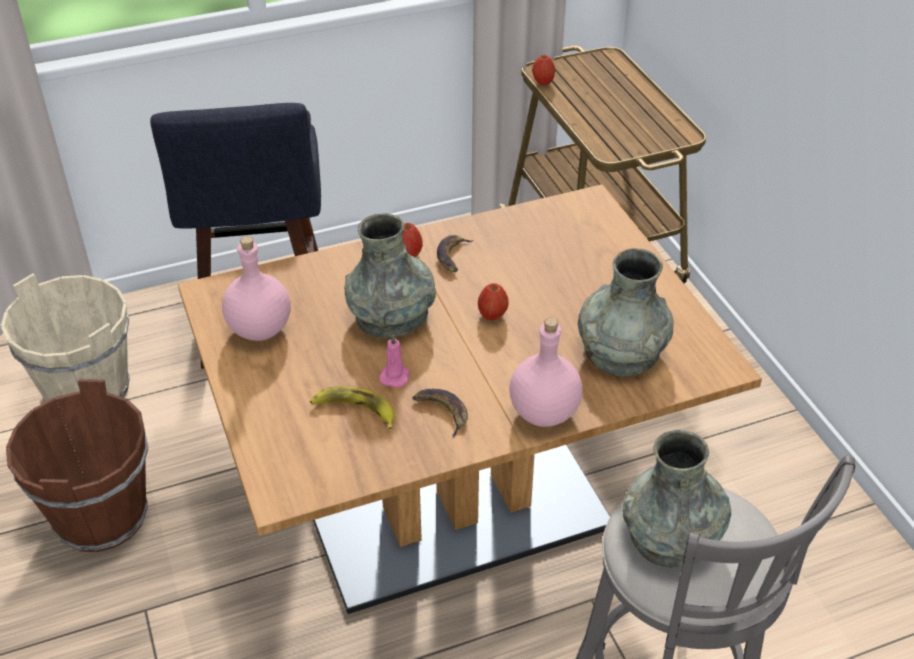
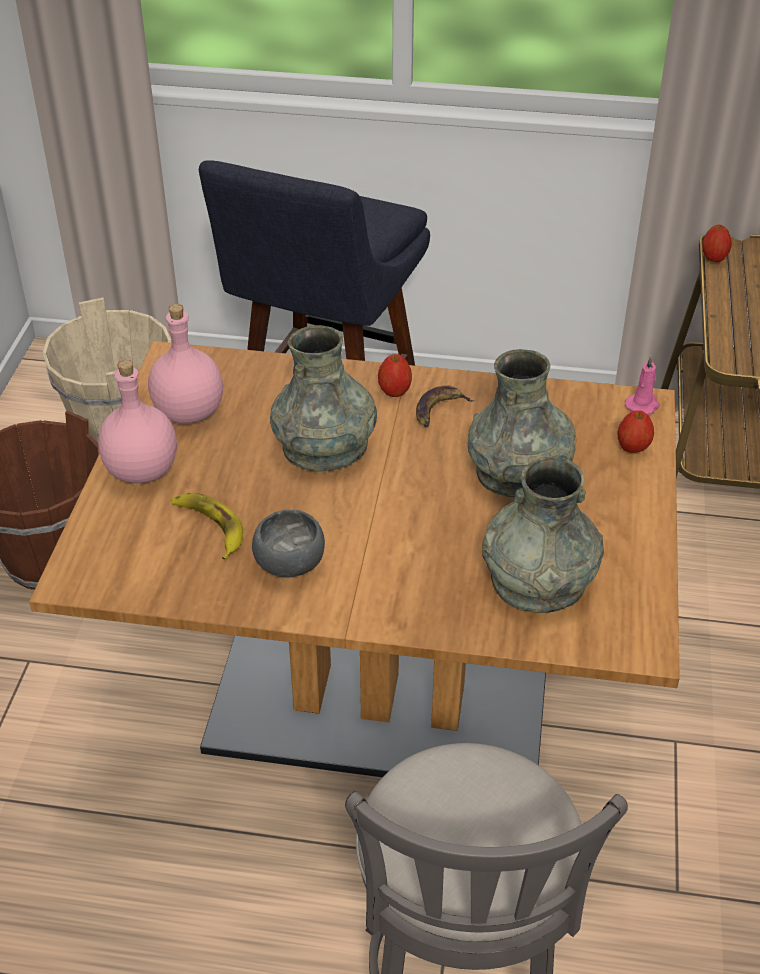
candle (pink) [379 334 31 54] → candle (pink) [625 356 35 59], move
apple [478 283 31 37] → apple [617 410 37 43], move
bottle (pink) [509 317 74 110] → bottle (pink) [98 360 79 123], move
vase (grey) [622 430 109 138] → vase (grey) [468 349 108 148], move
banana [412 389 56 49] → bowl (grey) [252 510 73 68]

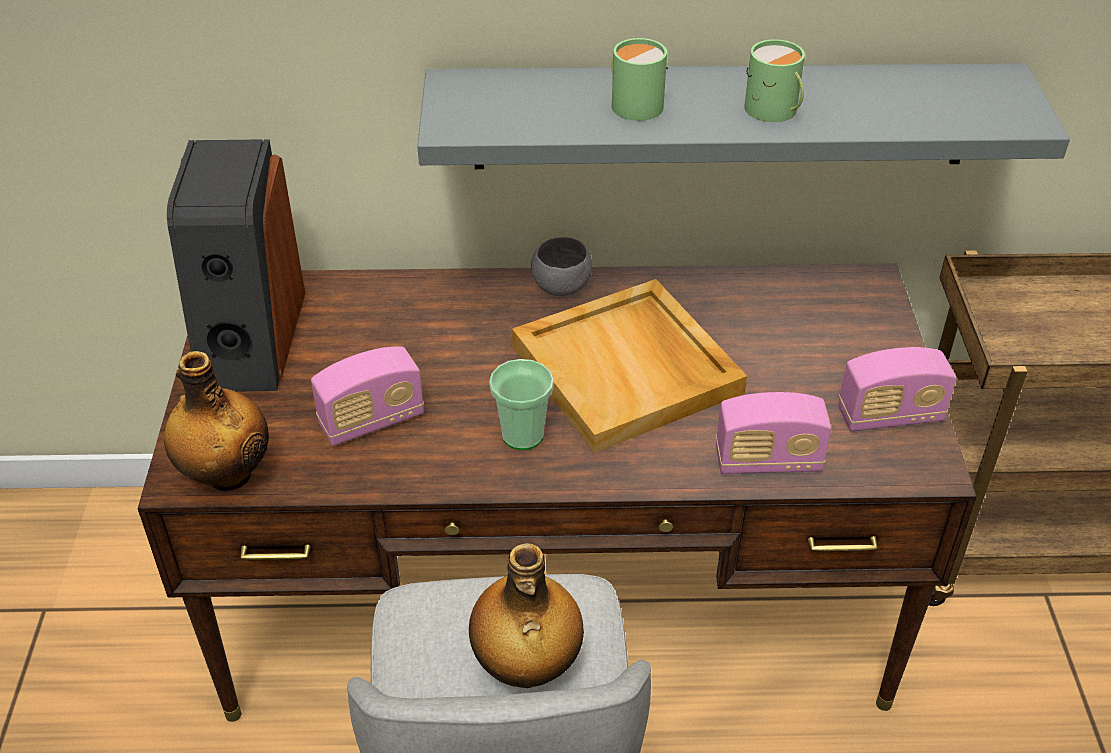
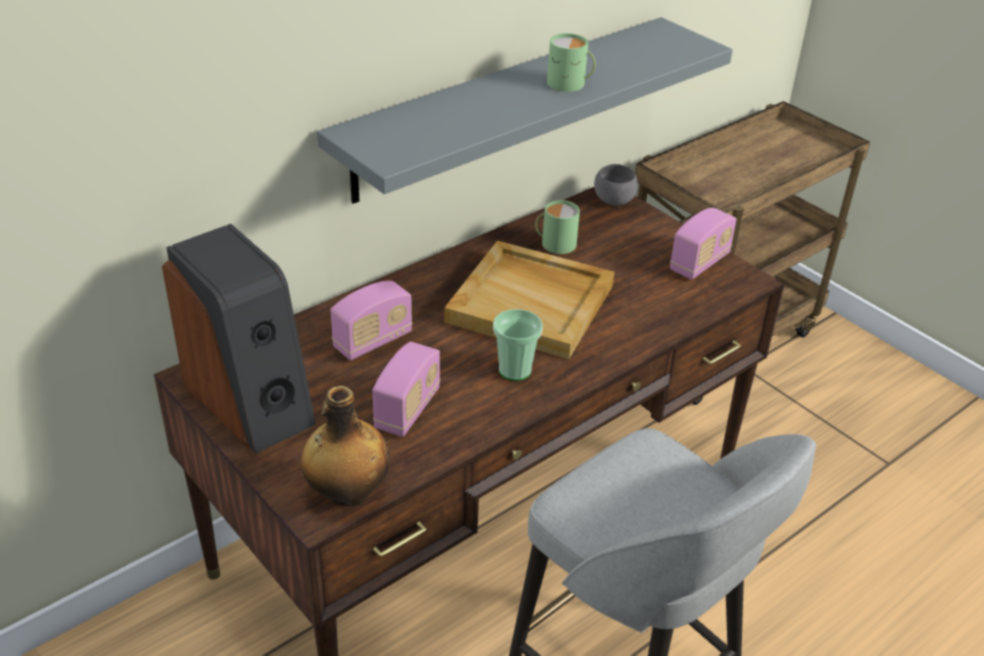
bottle [469 543 115 145] → -
bowl (grey) [531 237 61 59] → bowl (grey) [594 164 44 42], move
mug (green) [612 38 56 83] → mug (green) [535 200 45 54], move
radio [716 392 115 82] → radio [331 281 81 79], move

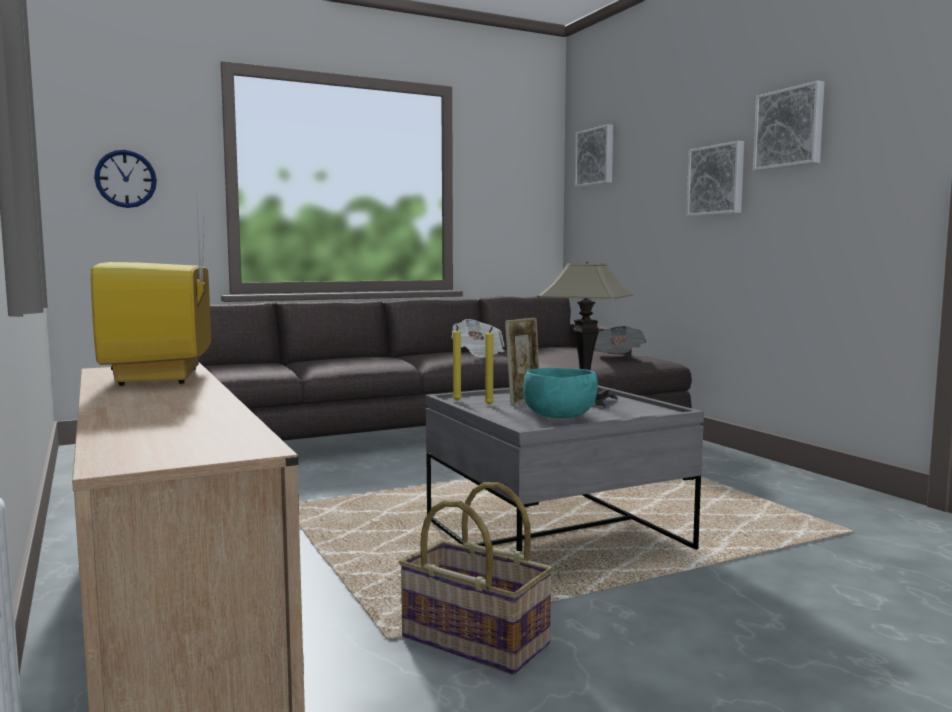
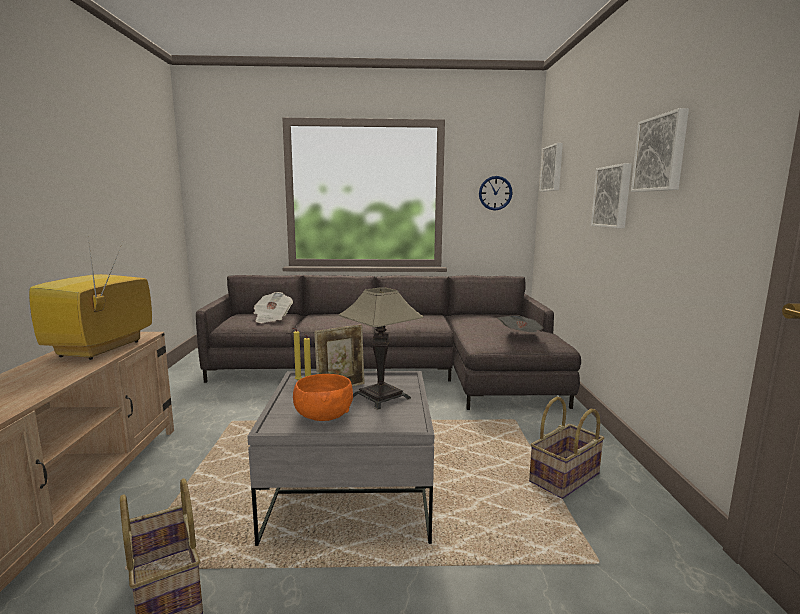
- → basket [529 397 75 102]
wall clock [94 150 63 58] → wall clock [479 176 34 34], move
newspaper [451 319 54 38] → newspaper [253 292 40 31], move
bowl (turquoise) [523 368 75 50] → bowl (orange) [293 374 60 47]

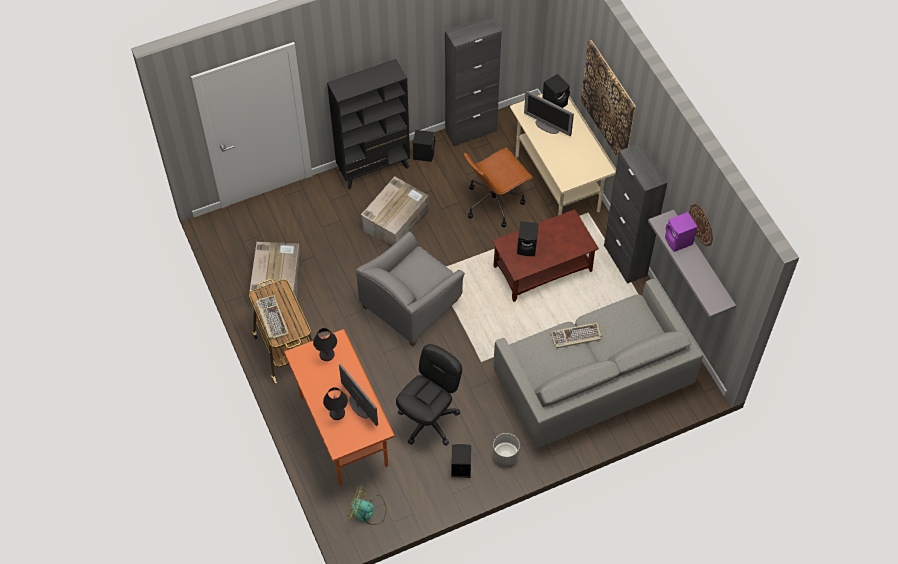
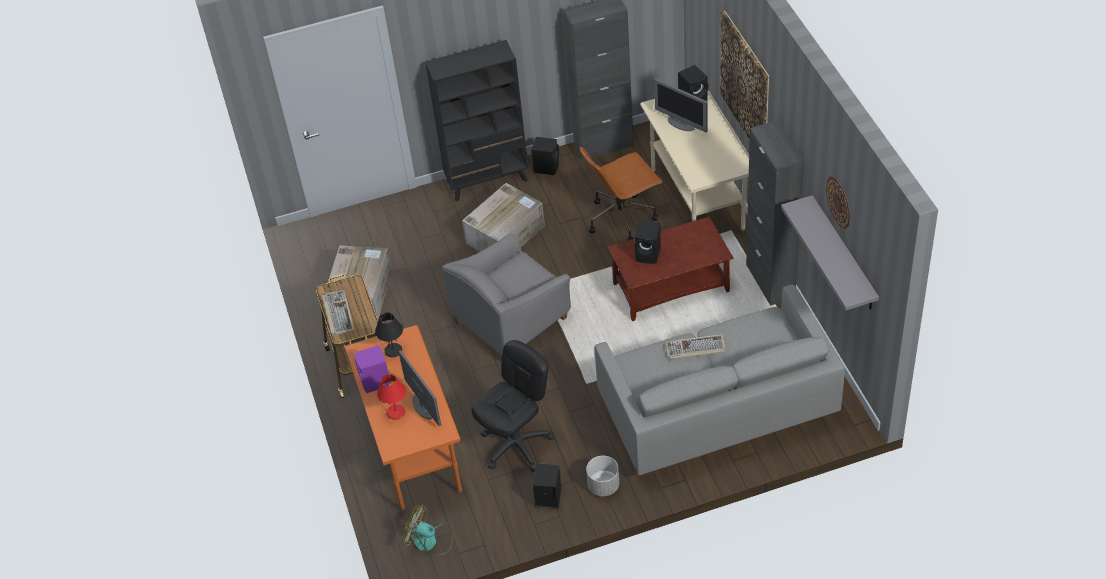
speaker (purple) [665 212 33 40] → speaker (purple) [355 345 36 48], move
table lamp (black) [323 387 25 33] → table lamp (red) [377 374 29 46]

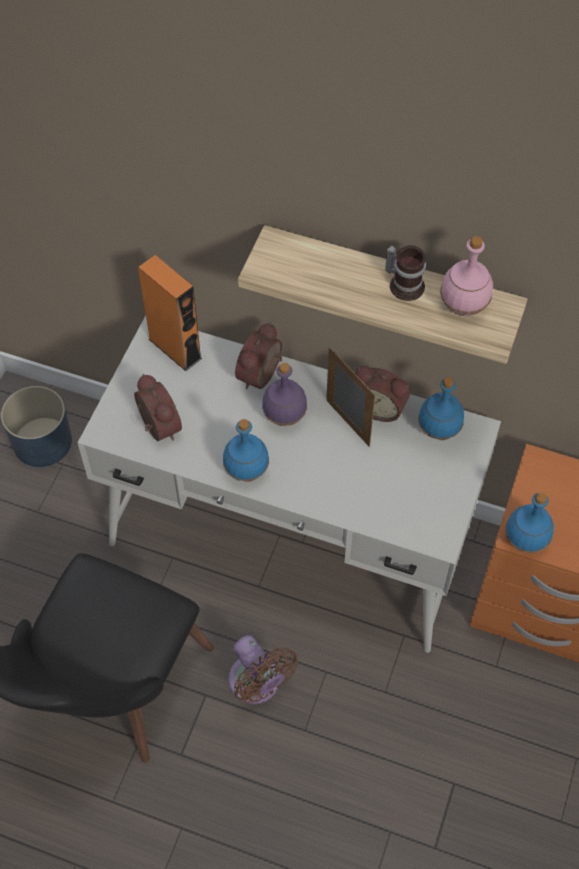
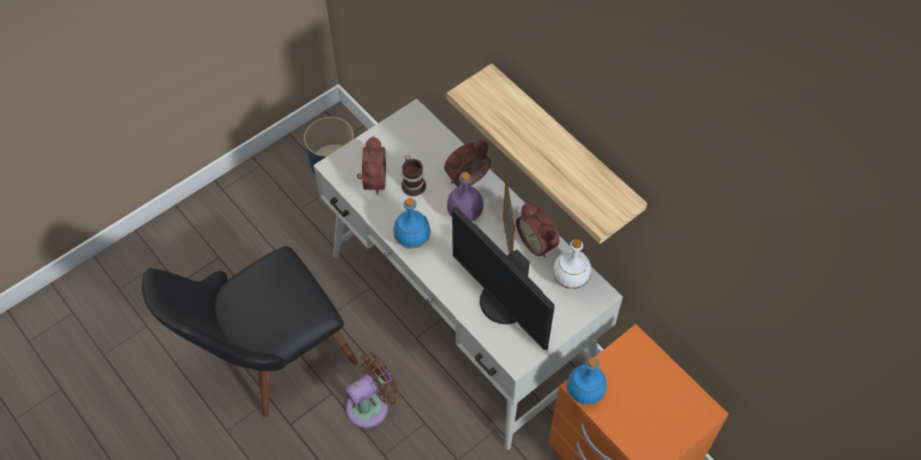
speaker (orange) [138 255 64 116] → -
bottle (pink) [440 236 53 80] → -
- → monitor [452 207 103 143]
mug [385 245 41 56] → mug [401 155 25 41], move
bottle (blue) [418 377 46 63] → bottle (white) [553 239 38 50]
fan (brown) [229 635 69 69] → fan (brown) [346 352 54 76], 120 degrees counterclockwise

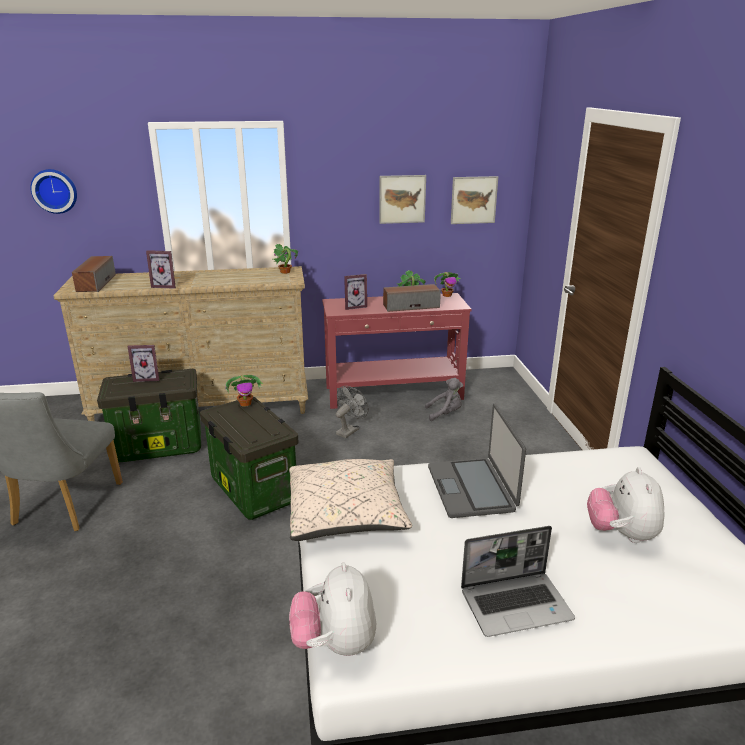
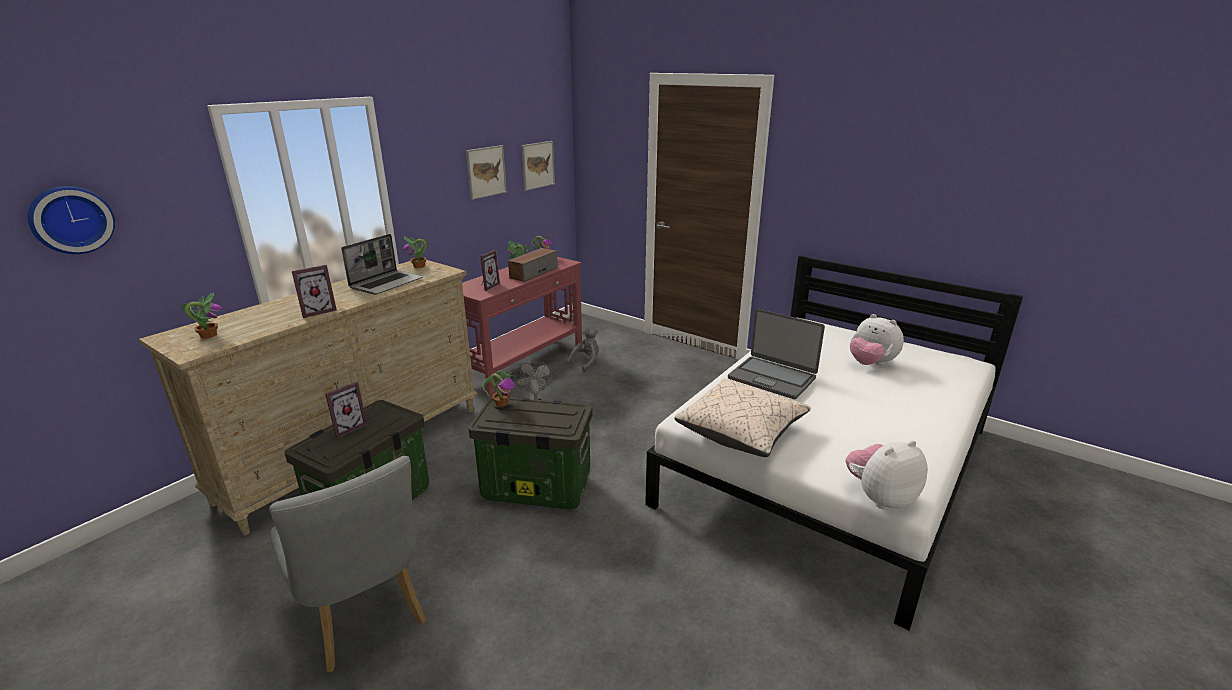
laptop [461 526 114 111] → laptop [341 234 82 61], move
speaker [72 256 44 36] → potted plant [181 293 41 46]
plush toy [289 562 87 94] → plush toy [846 440 82 69], 120 degrees clockwise

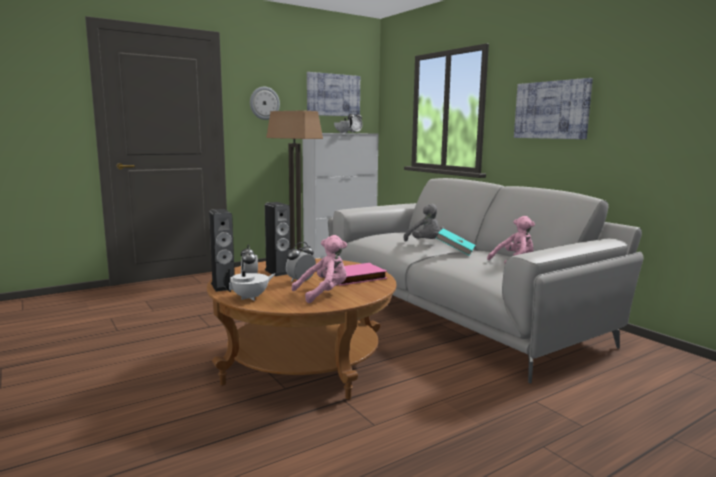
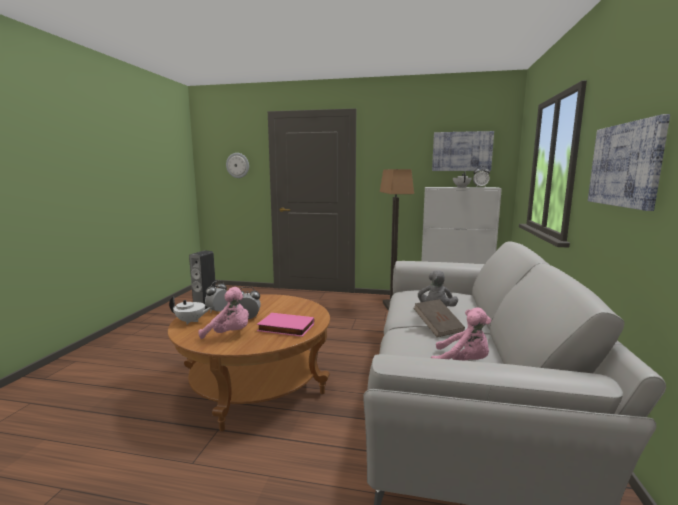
speaker [265 202 26 74] → -
wall clock [250 87 30 33] → wall clock [226 153 23 25], move
book (turquoise) [436 228 39 28] → book (brown) [413 299 52 38]

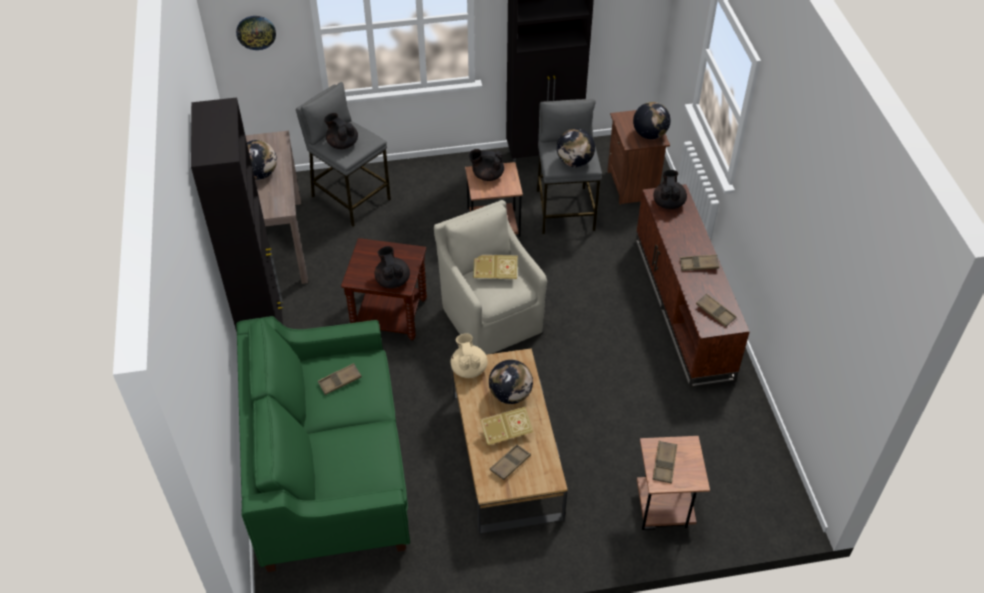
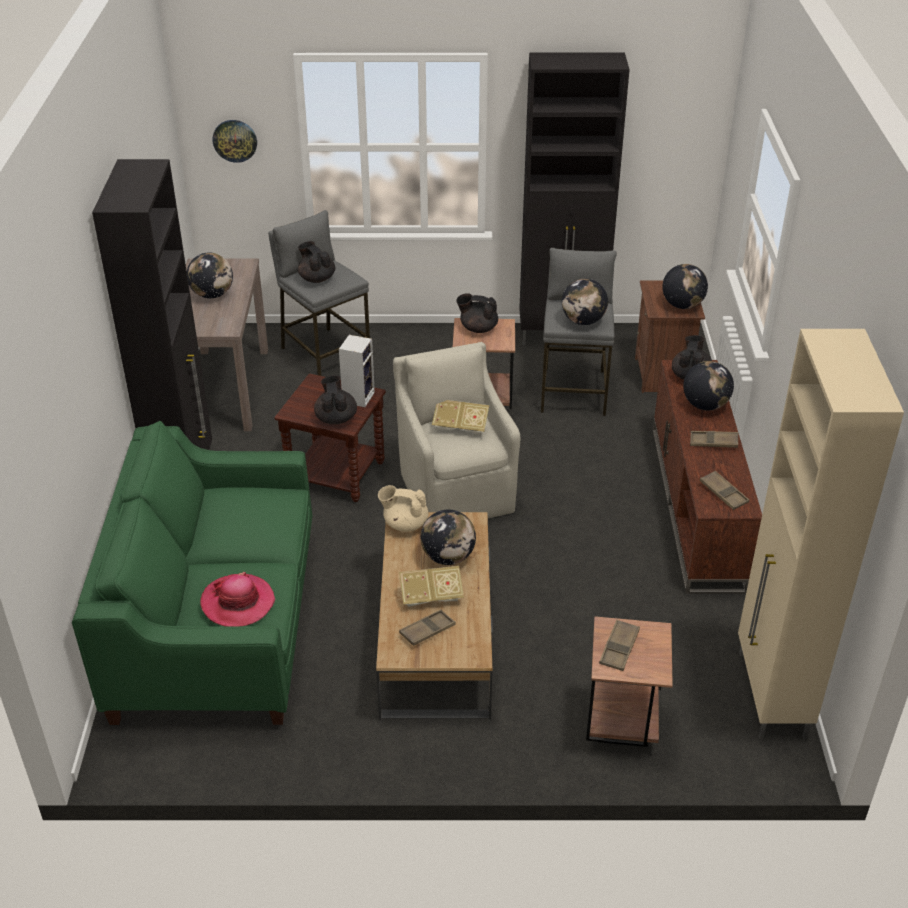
tray (brown) [318 363 43 32] → -
- → hat [200 572 75 55]
- → speaker [339 335 36 72]
- → globe [683 361 51 50]
- → cabinet (beige) [738 329 166 410]
teapot (beige) [451 333 37 45] → teapot (beige) [378 485 50 47], 75 degrees counterclockwise

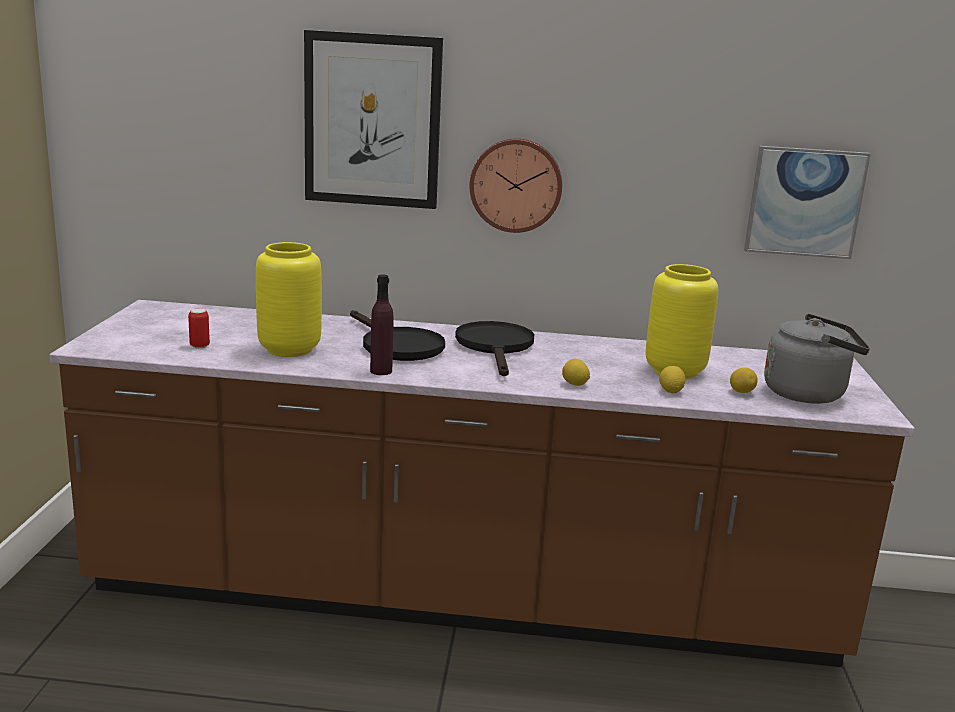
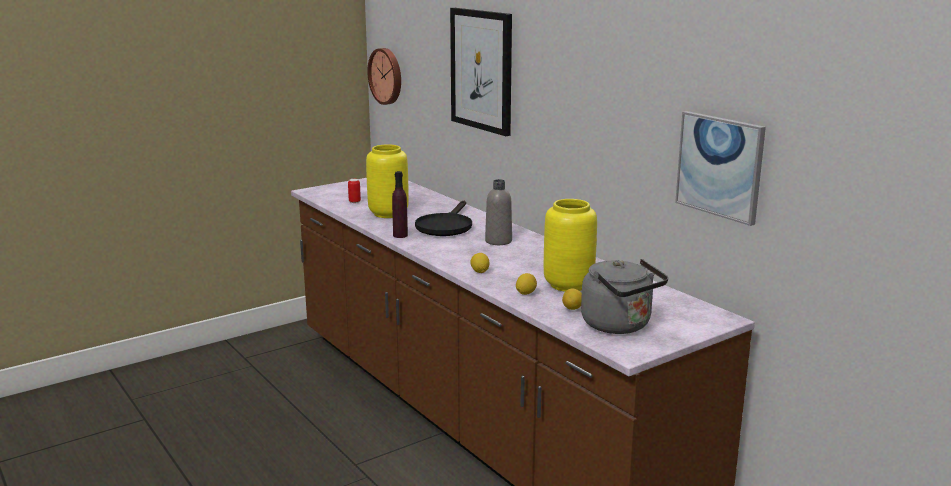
wall clock [469 138 93 95] → wall clock [367 48 34 57], move
frying pan (black) [455 321 79 55] → bottle (grey) [485 179 27 66]

